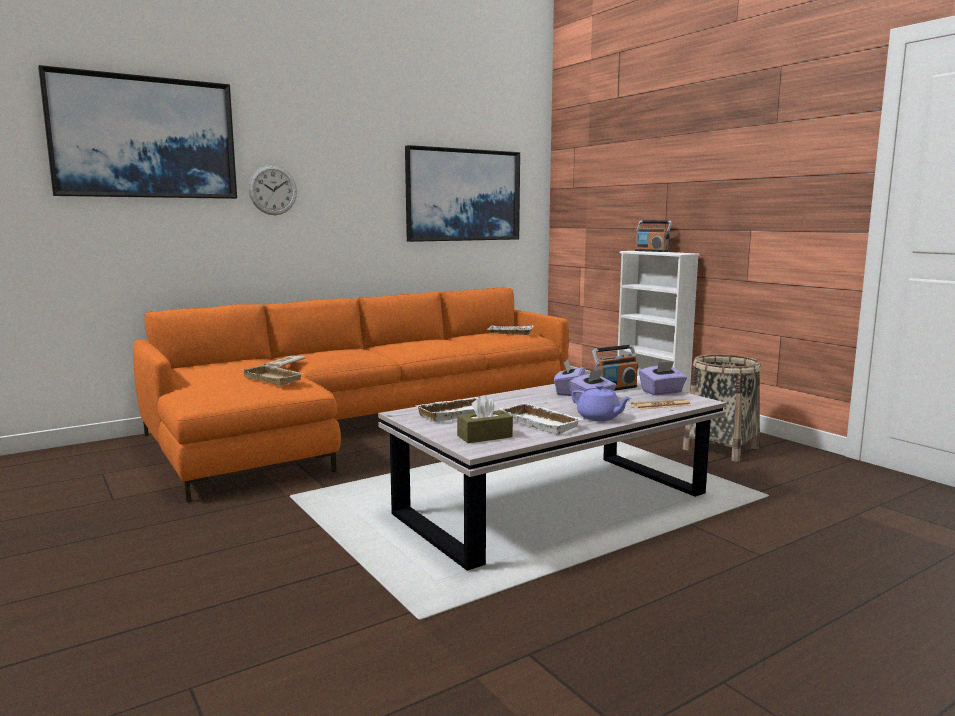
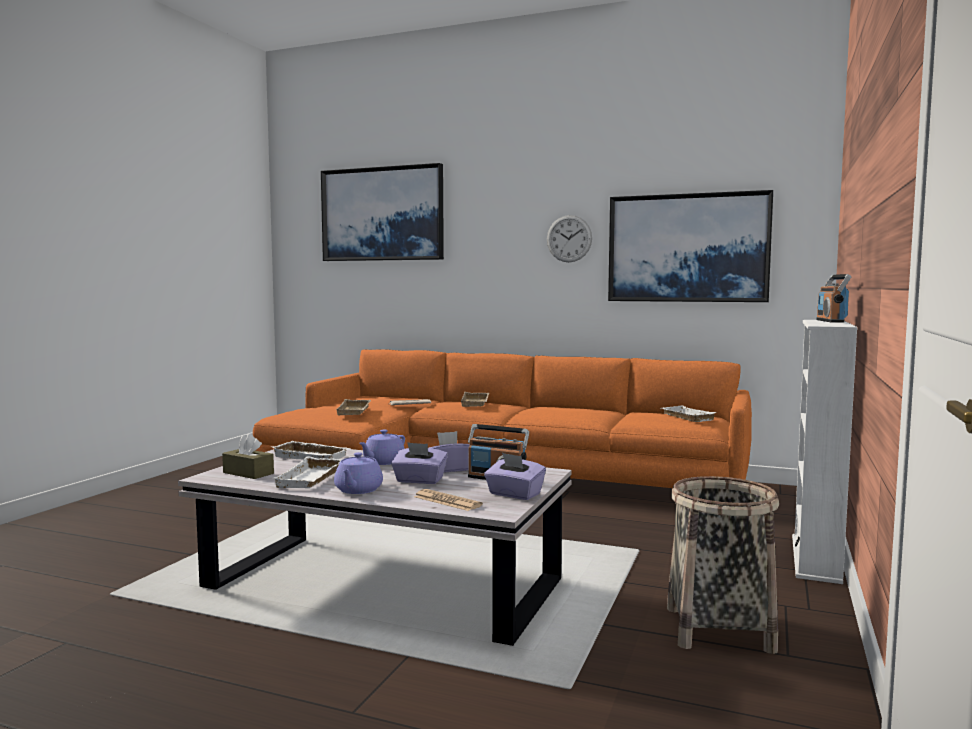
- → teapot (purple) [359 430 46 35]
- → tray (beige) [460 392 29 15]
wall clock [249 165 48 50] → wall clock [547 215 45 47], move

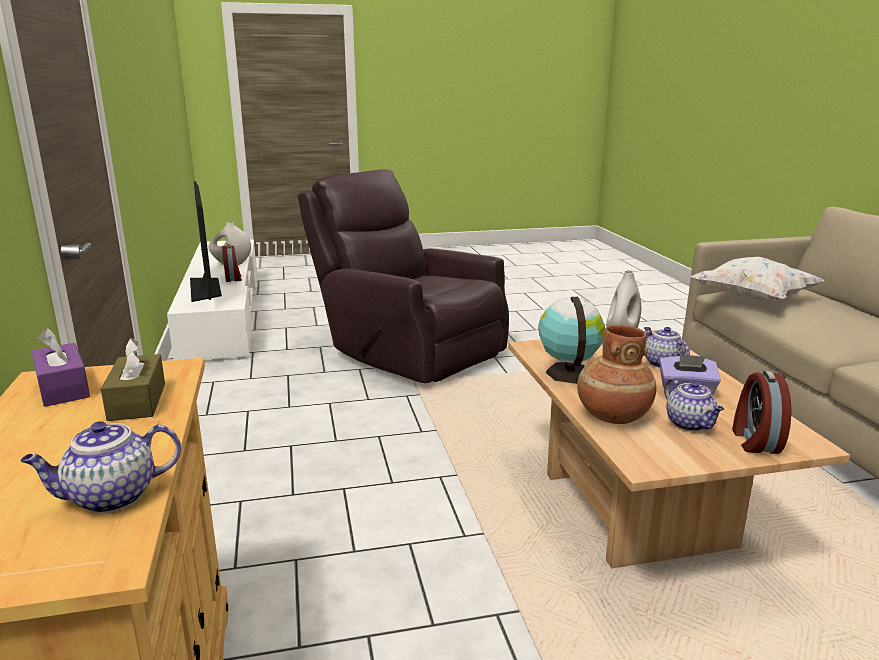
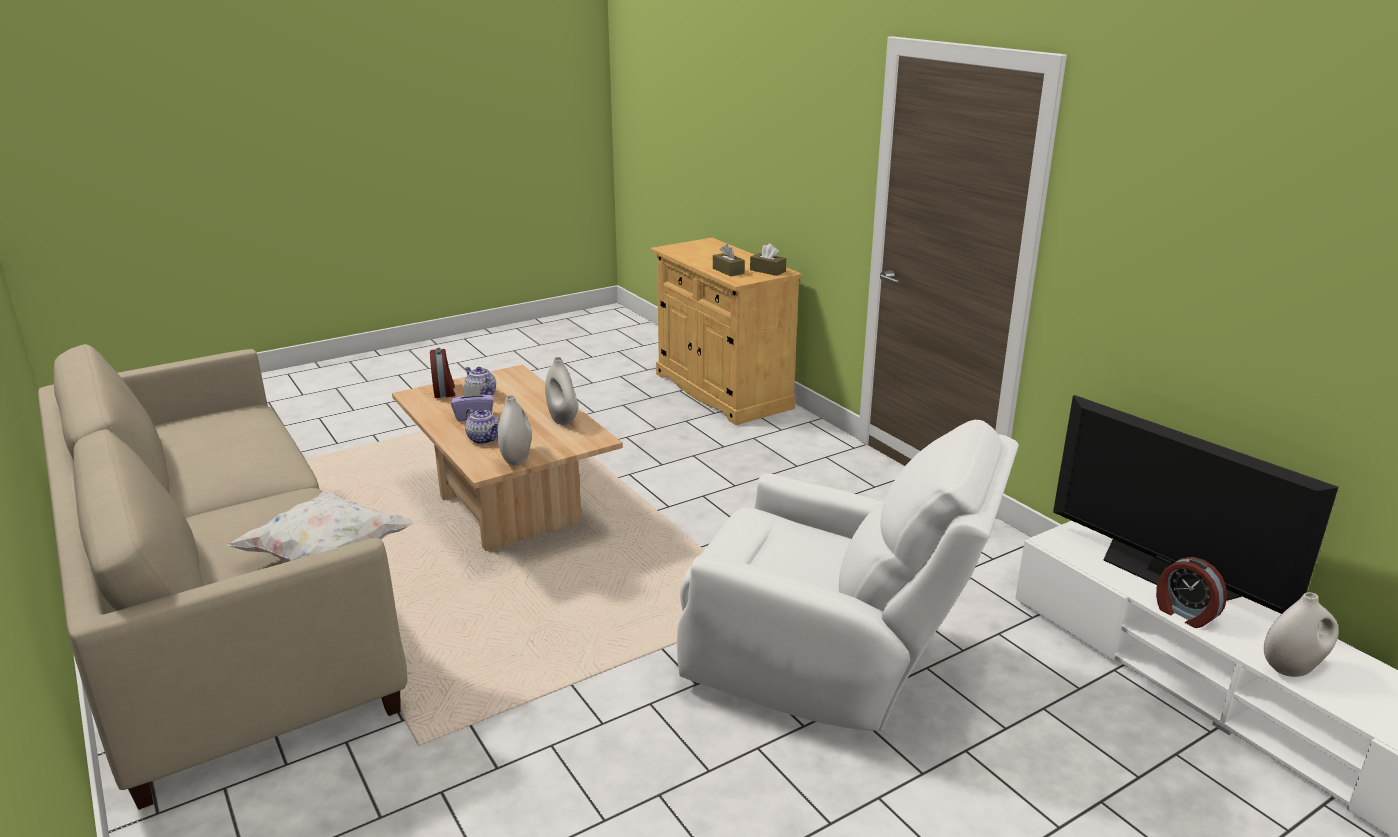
teapot [20 421 161 92] → -
vase (brown) [577 325 80 99] → -
globe [538 297 67 87] → vase (white) [545 357 33 68]
tissue box (purple) [31 328 59 79] → tissue box (brown) [750 244 36 32]
armchair (brown) [297 169 212 214] → armchair (white) [677 420 342 311]

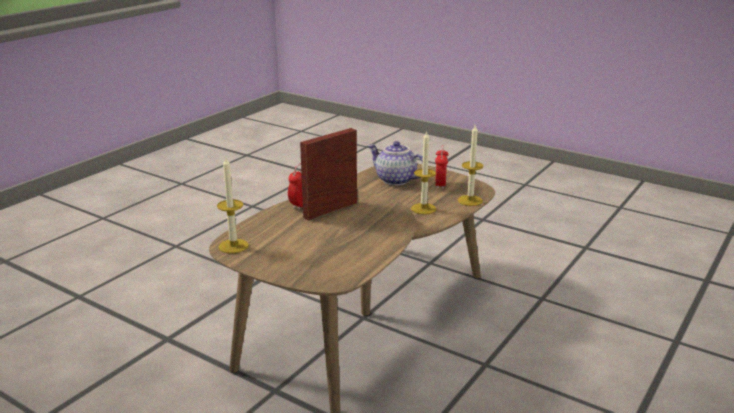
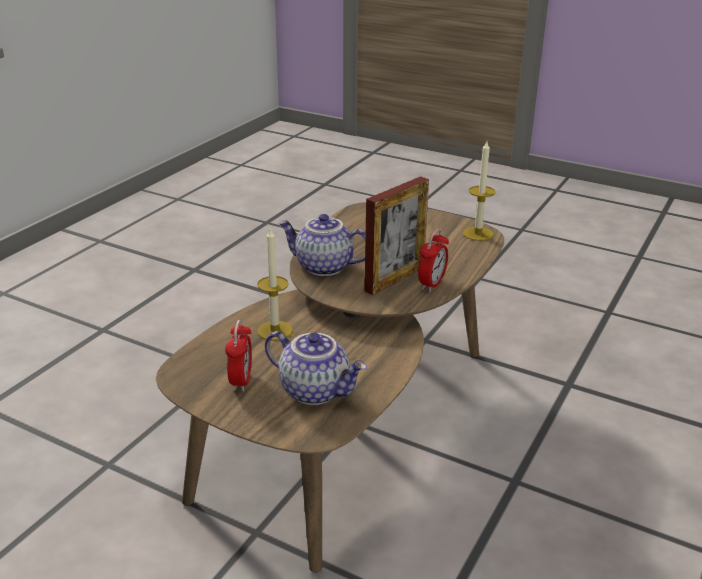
candle [458 125 25 81] → -
- → teapot [278 214 88 62]

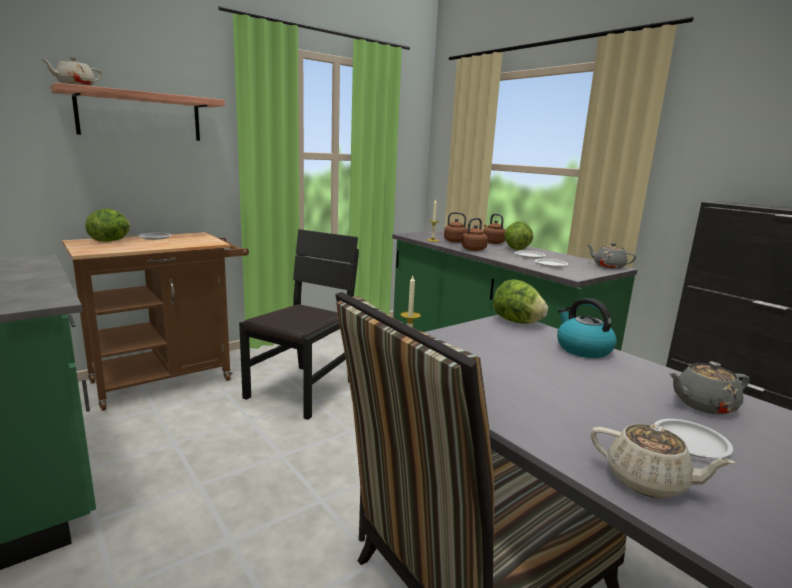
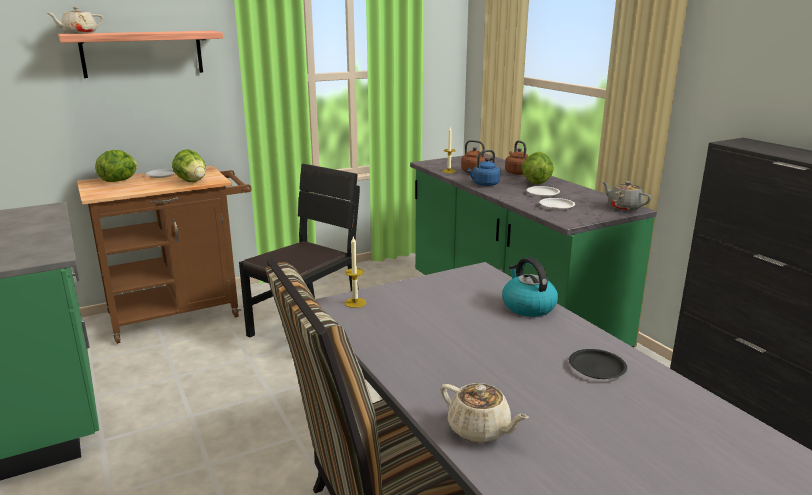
plate (white) [654 419 79 39] → -
lettuce [493 279 55 45] → lettuce [172 149 34 33], move
teapot (grey) [669 362 81 53] → plate (black) [569 349 58 30]
kettle (brown) [459 218 29 33] → kettle (blue) [467 150 34 36]

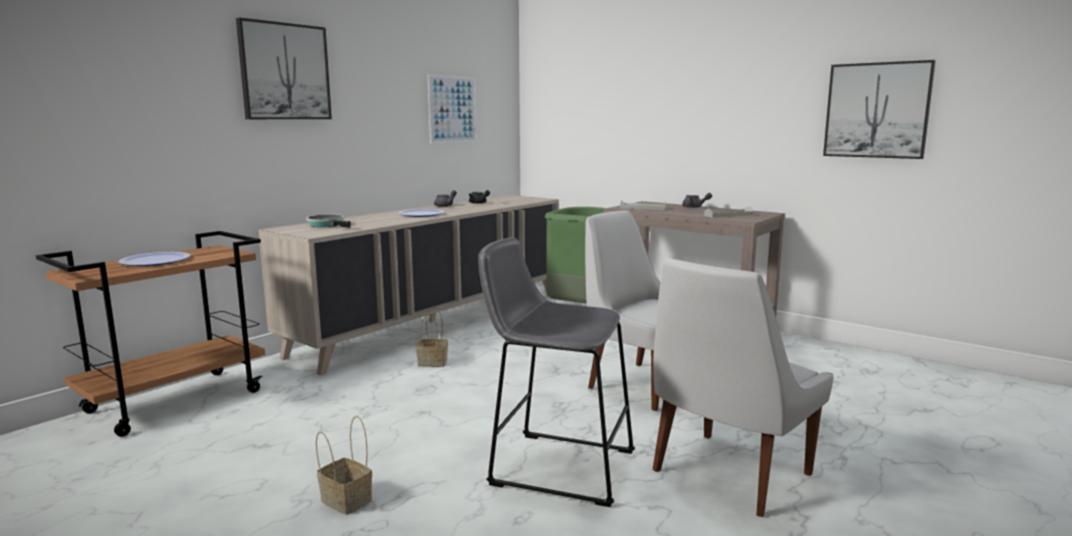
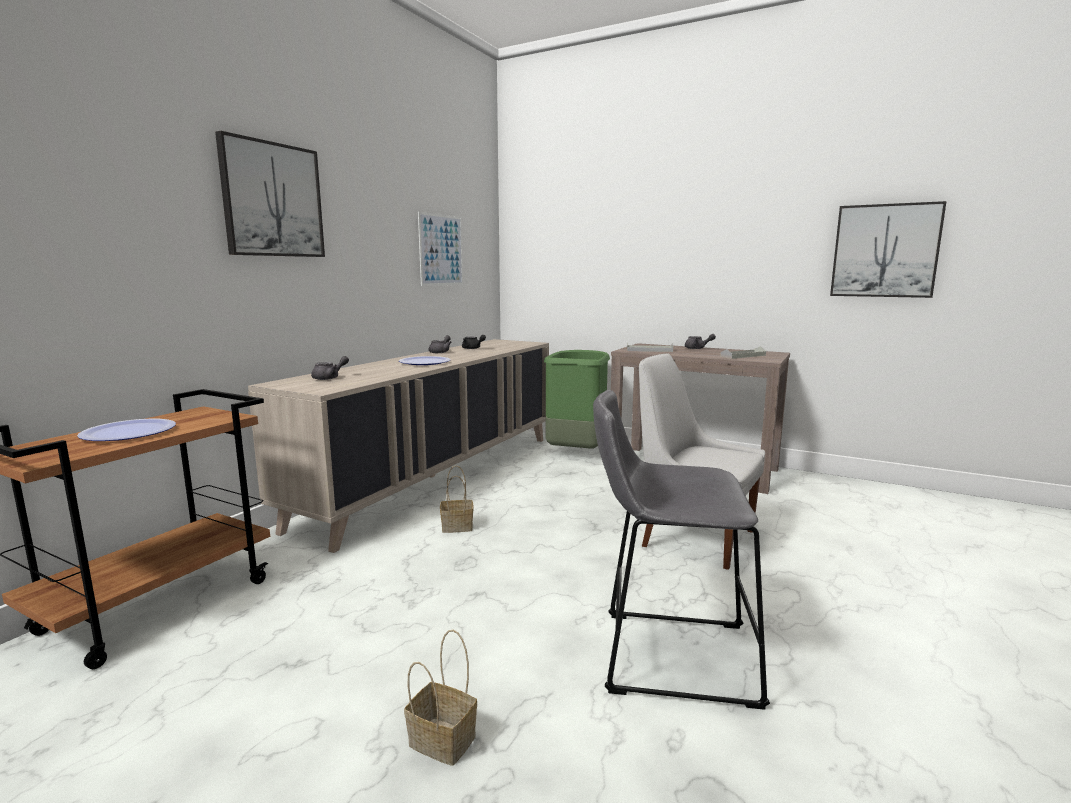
chair (white) [653 258 181 259] → -
frying pan [306 214 45 14] → teapot (grey) [311 356 38 24]

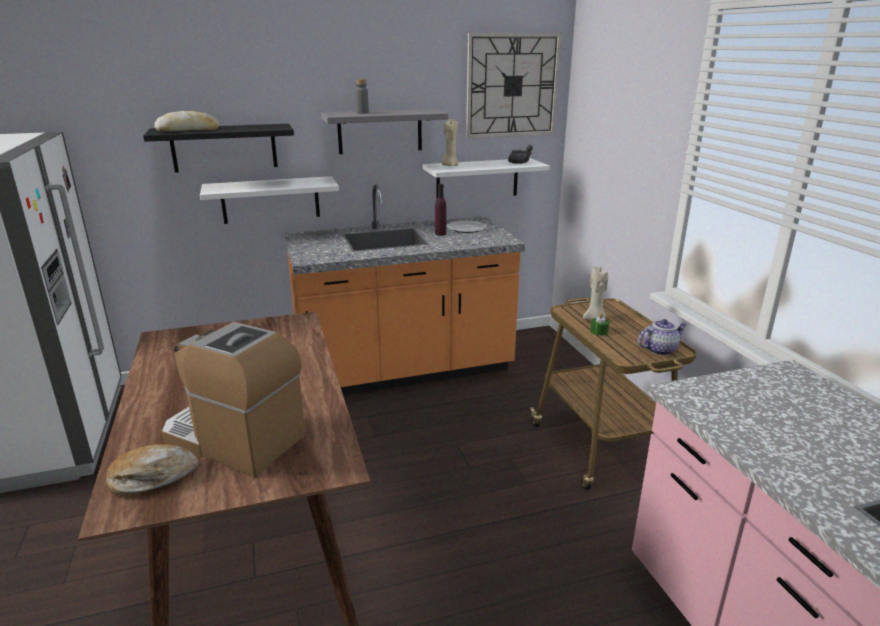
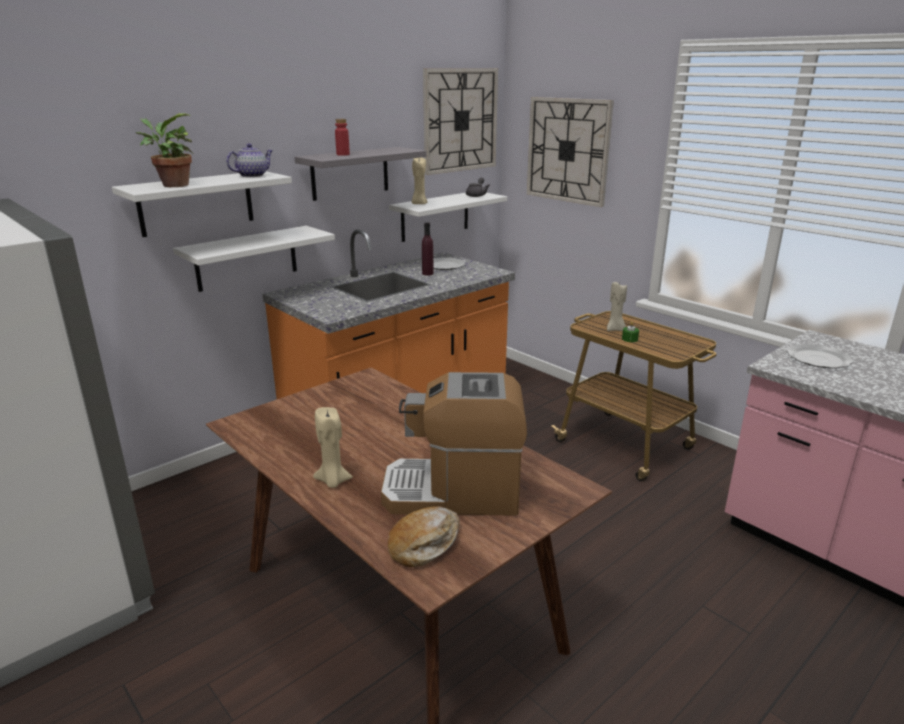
- → candle (beige) [313 407 40 81]
- → wall clock [527 97 87 110]
- → plate [786 344 67 24]
teapot [638 319 49 36] → teapot [226 144 47 33], move
bread [154 111 65 20] → potted plant [136 113 58 74]
shelf (black) [143 124 151 49] → shelf (white) [112 171 180 66]
bottle (grey) [355 79 14 35] → bottle (red) [335 119 15 37]

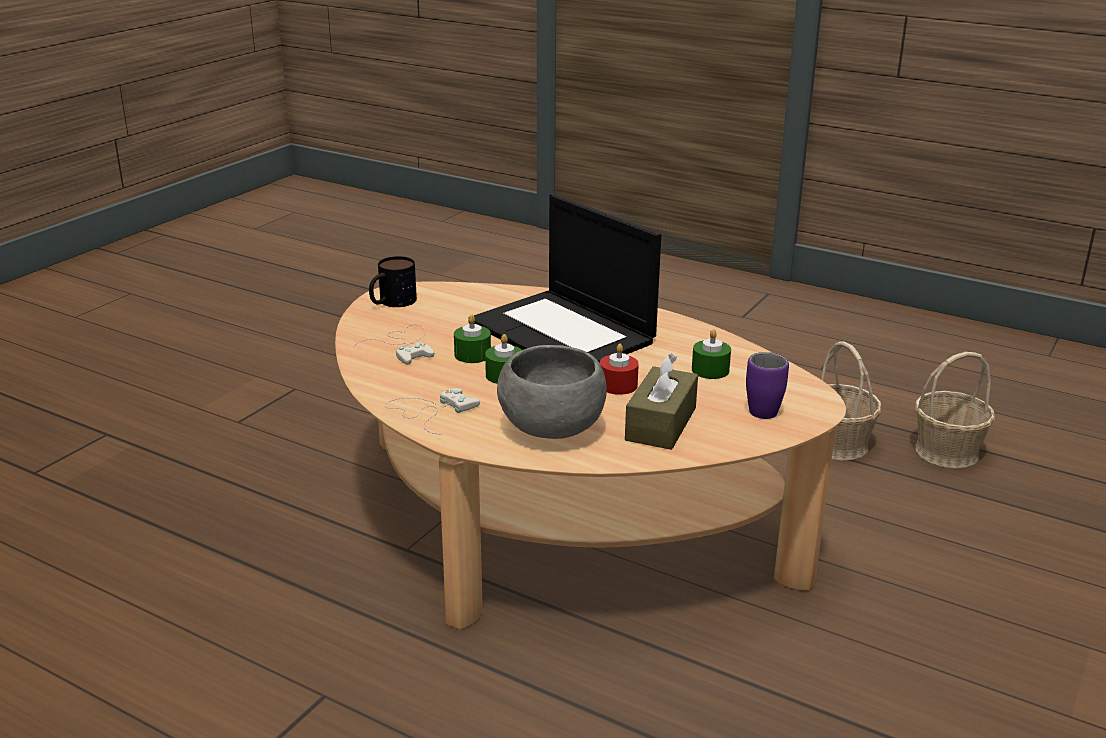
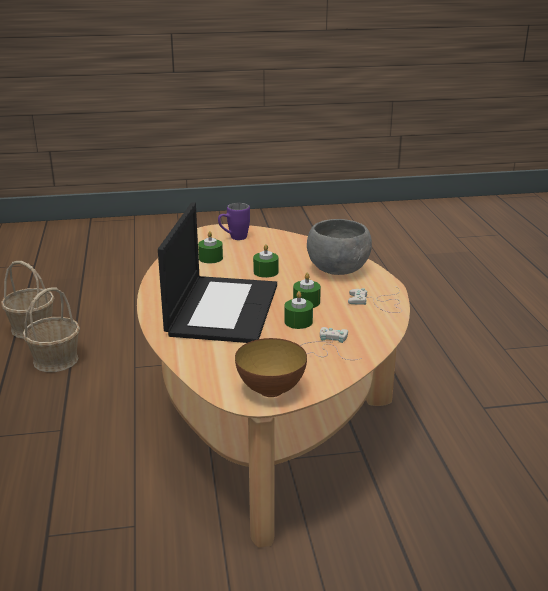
tissue box (brown) [625 354 73 96] → -
mug [369 256 48 51] → bowl [235 338 72 59]
candle (red) [600 344 39 51] → candle (green) [253 244 26 34]

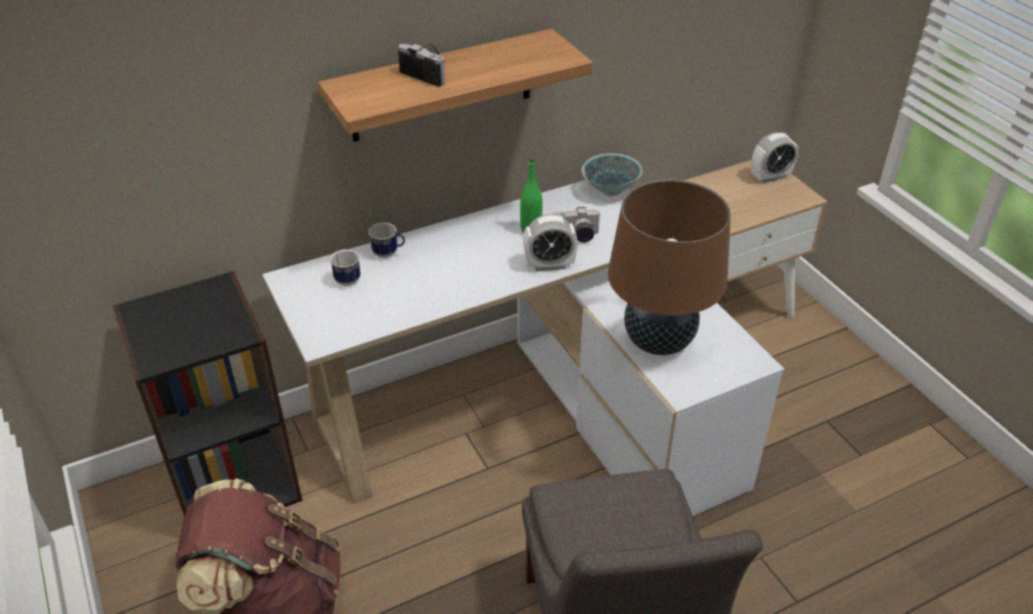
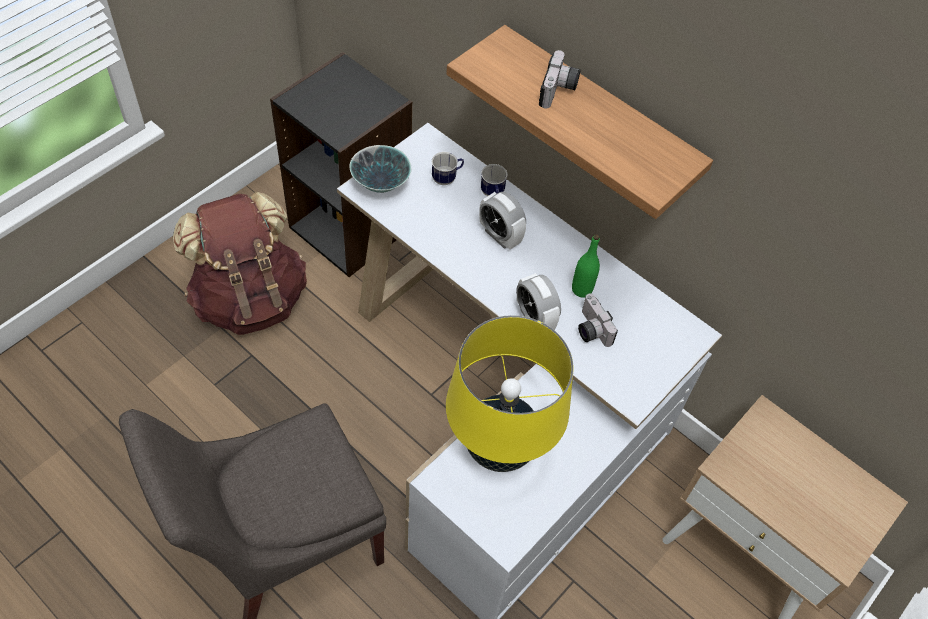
bowl [582 153 60 43] → bowl [350 145 61 48], move
alarm clock [751 133 47 50] → alarm clock [479 192 47 58], move
table lamp (brown) [608 180 123 175] → table lamp (yellow) [446 315 127 157]

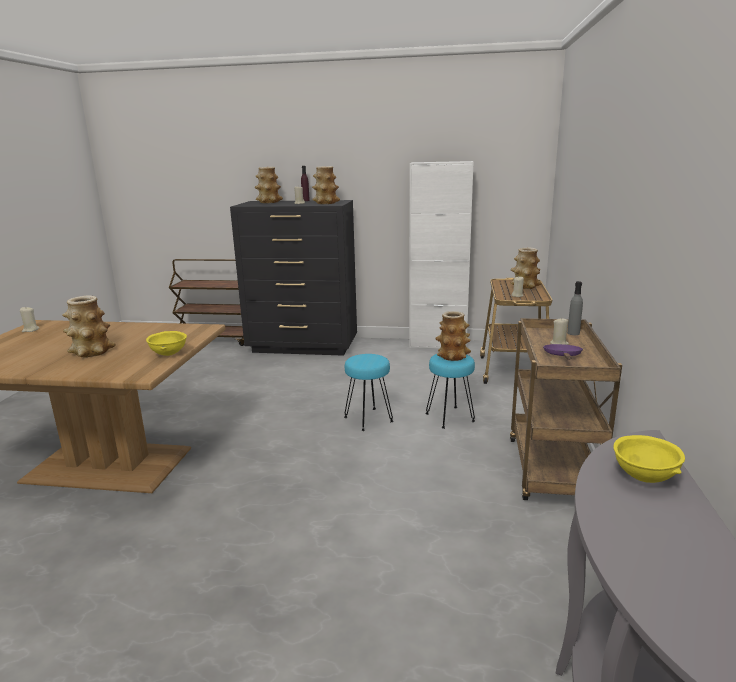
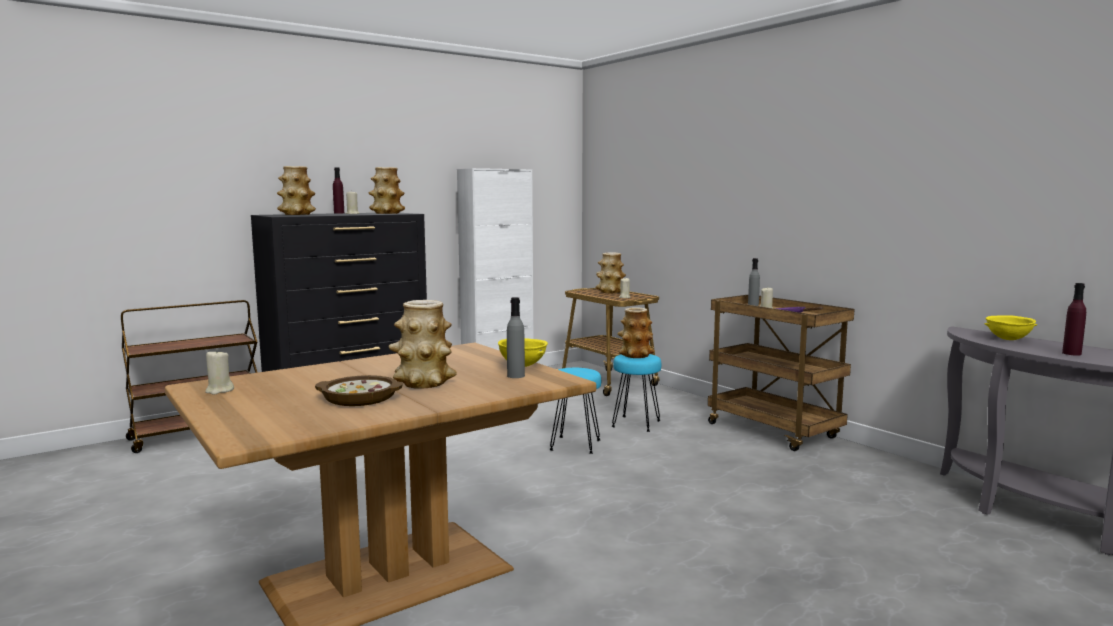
- → bowl [315 375 88 31]
- → bottle (grey) [507 297 18 81]
- → bottle (purple) [1062 283 24 73]

